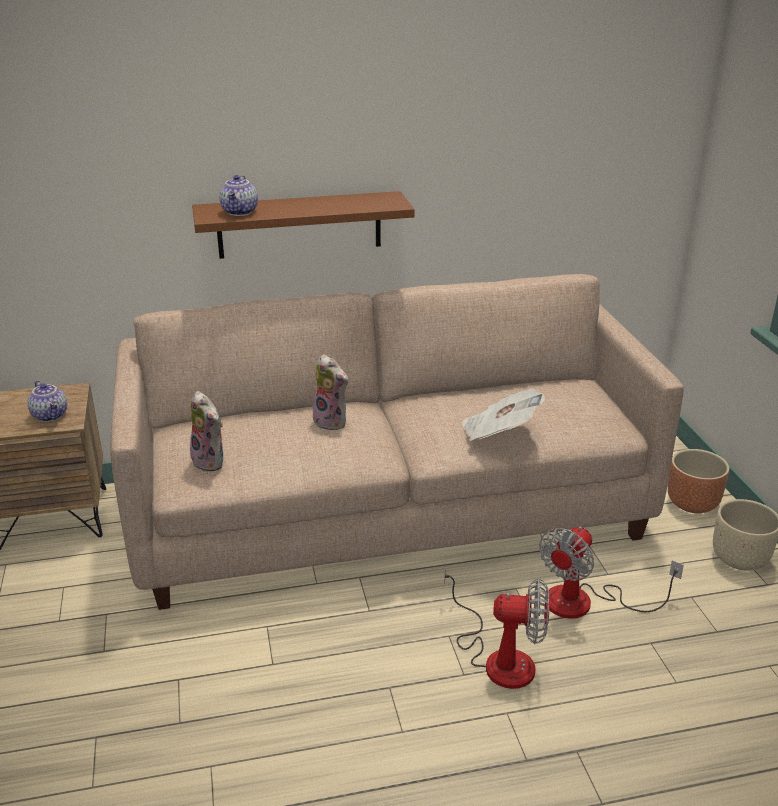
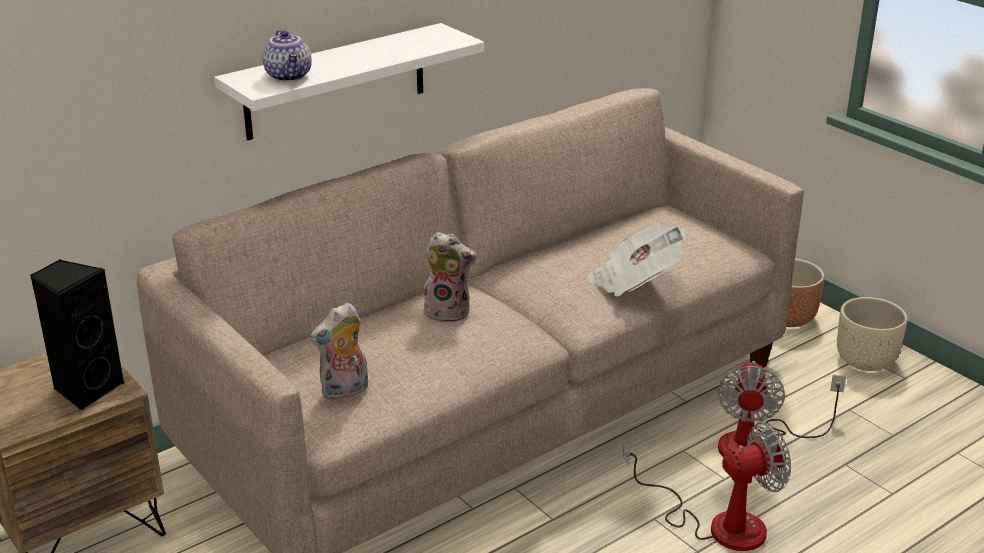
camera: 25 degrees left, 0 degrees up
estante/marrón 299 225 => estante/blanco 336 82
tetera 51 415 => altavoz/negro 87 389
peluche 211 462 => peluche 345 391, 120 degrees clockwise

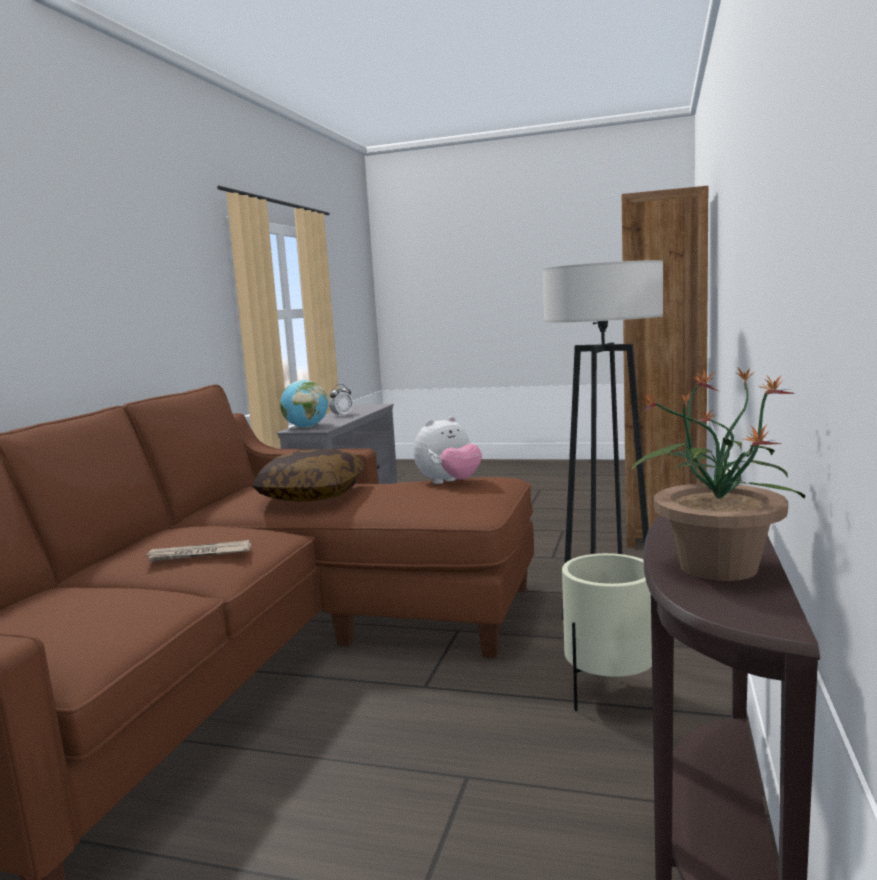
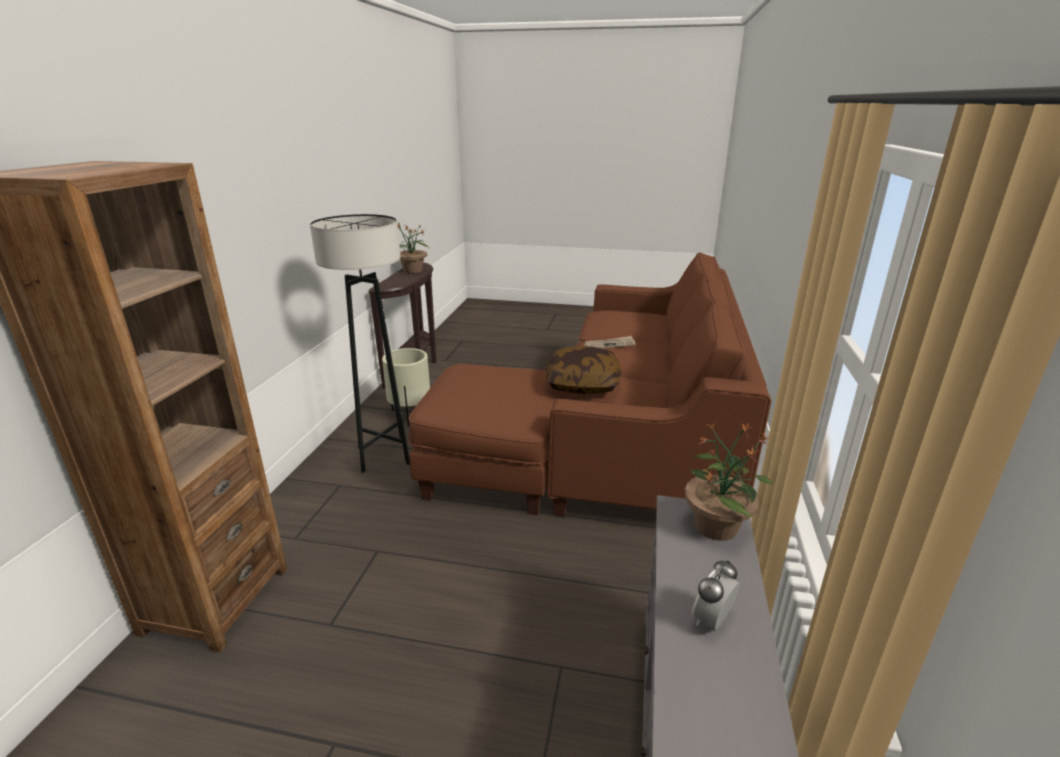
camera: 175 degrees right, 15 degrees up
globo terráqueo 306 427 => planta en maceta 716 526
peluche 449 483 => nothing

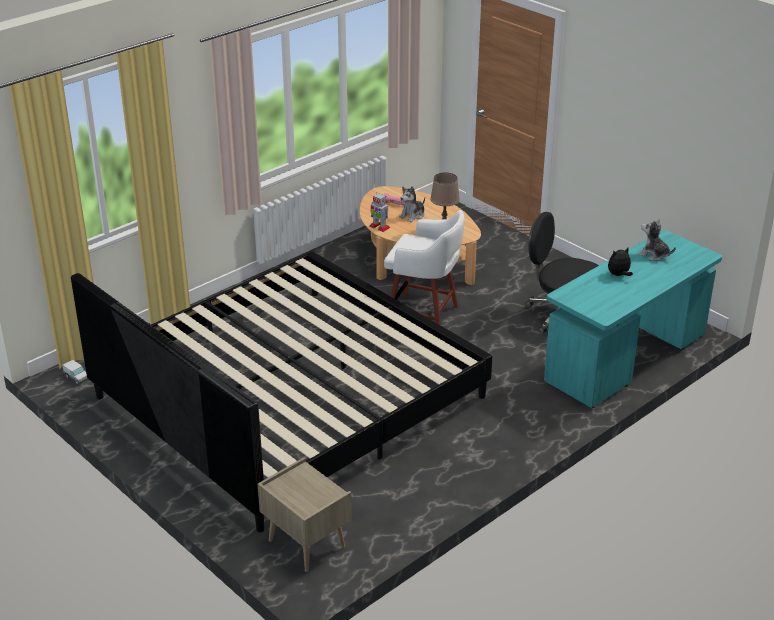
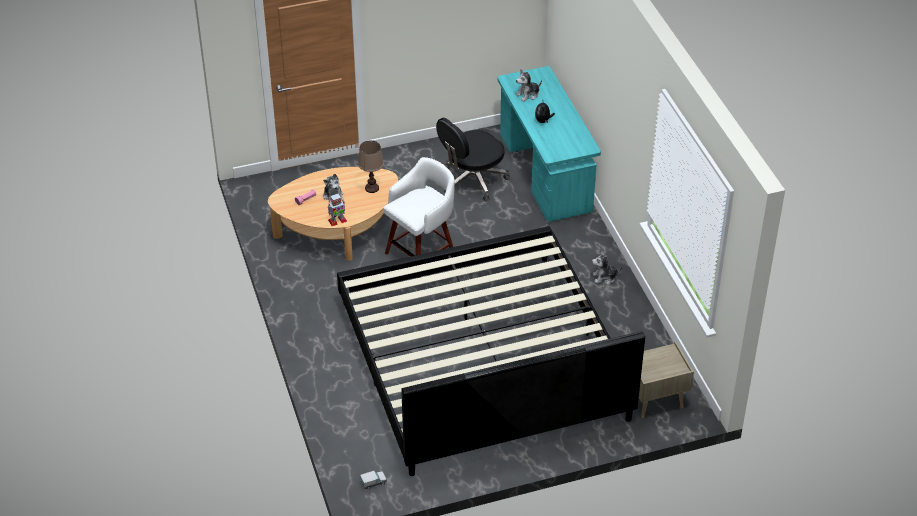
camera: 65 degrees left, 10 degrees up
nothing => peluche 605 277

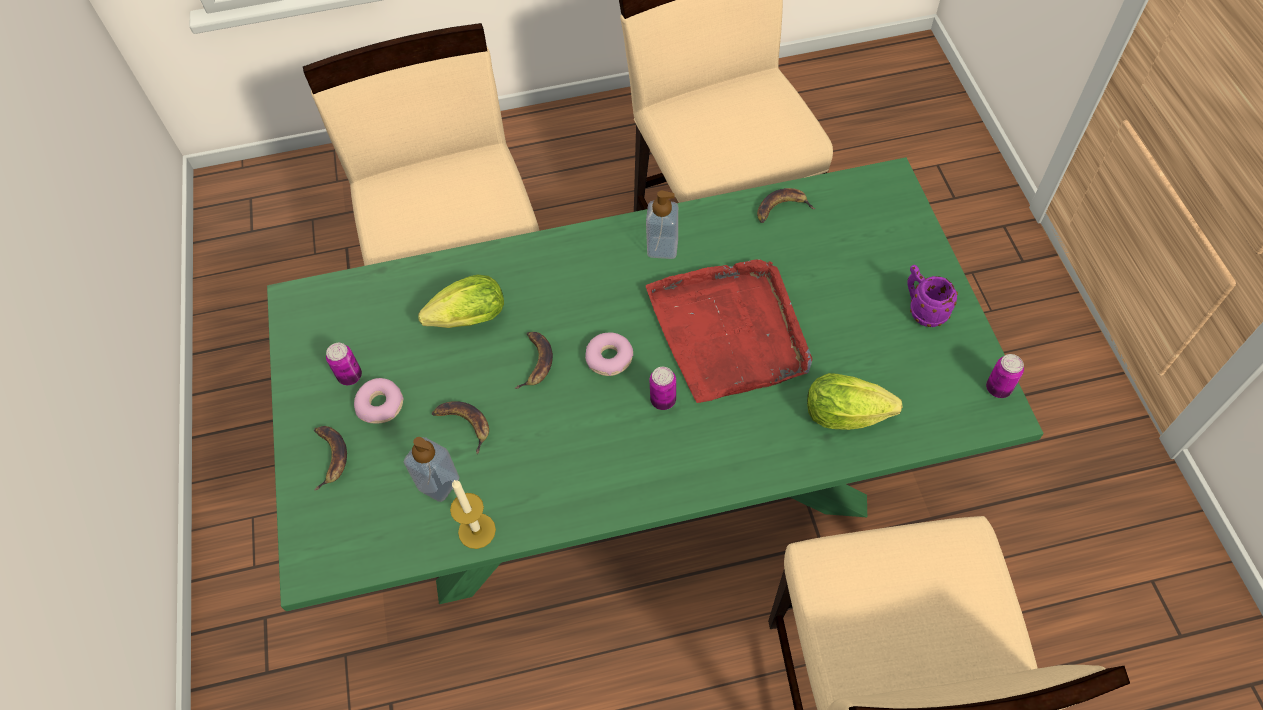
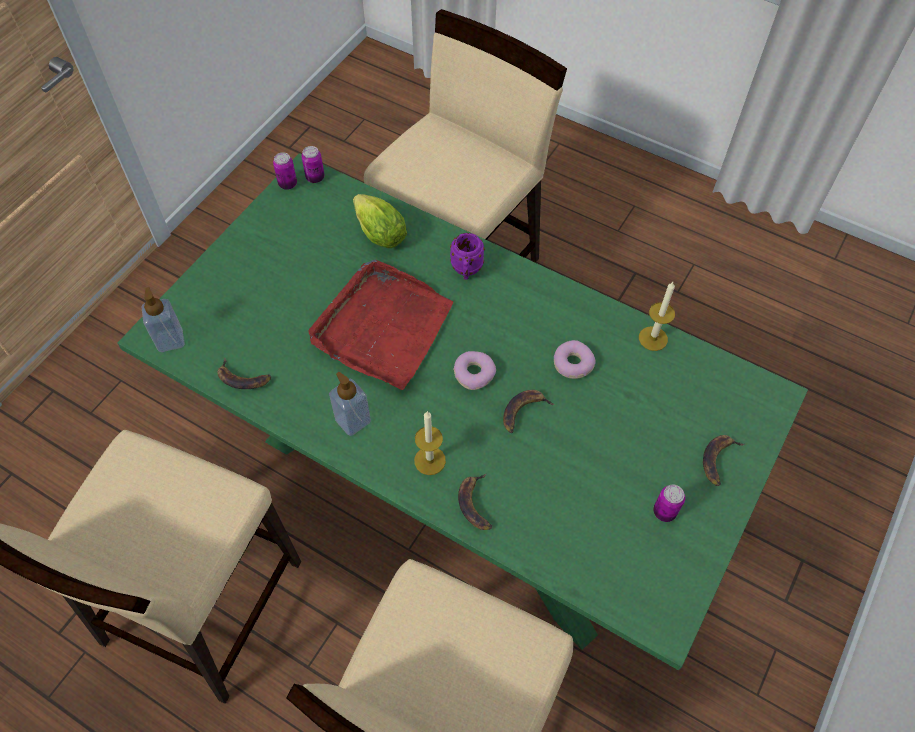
camera: 140 degrees left, 0 degrees up
taza grande/morado 922 310 => taza grande/morado 466 270, shifted
lechuga 465 320 => nothing
lata 663 400 => lata 315 177, shifted
rosquilla 381 405 => rosquilla 572 364, shifted
plátano 463 424 => plátano 476 504, shifted
dispensador de jabón 438 483 => dispensador de jabón 170 340, shifted
nothing => vela 429 460

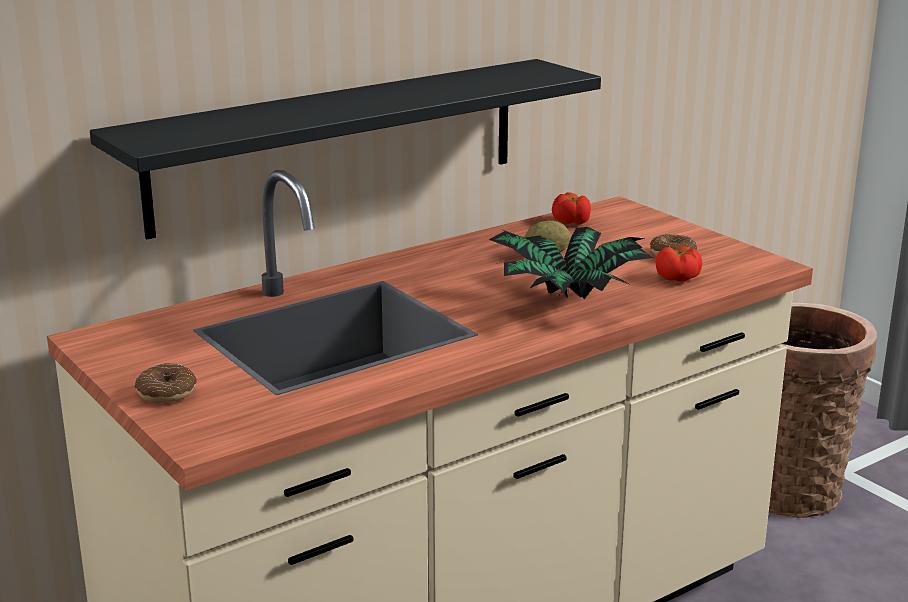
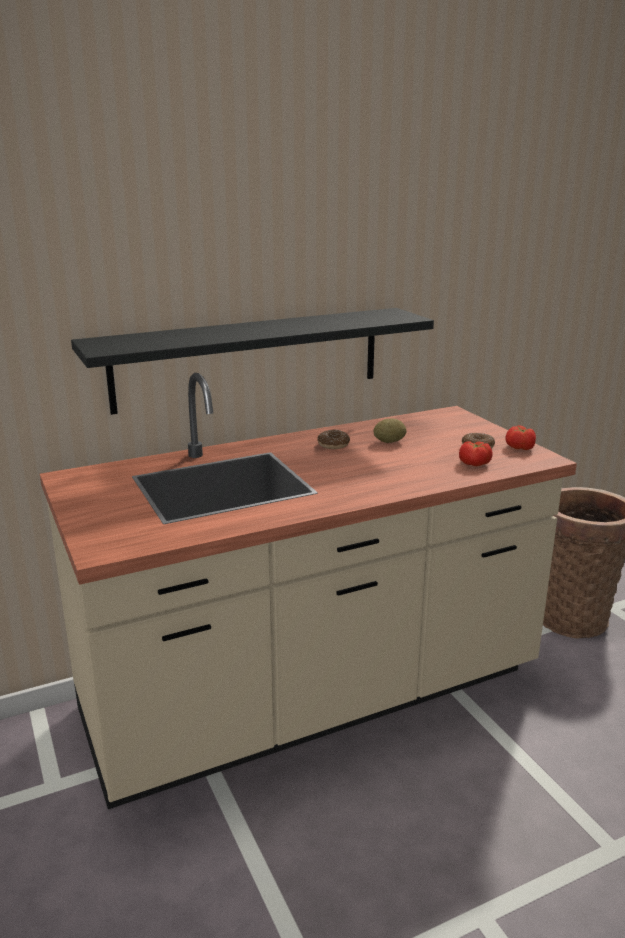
camera: 10 degrees right, 0 degrees up
tomate 570 222 => tomate 519 448, shifted
planta en maceta 565 300 => nothing
rosquilla 166 393 => rosquilla 333 445, shifted

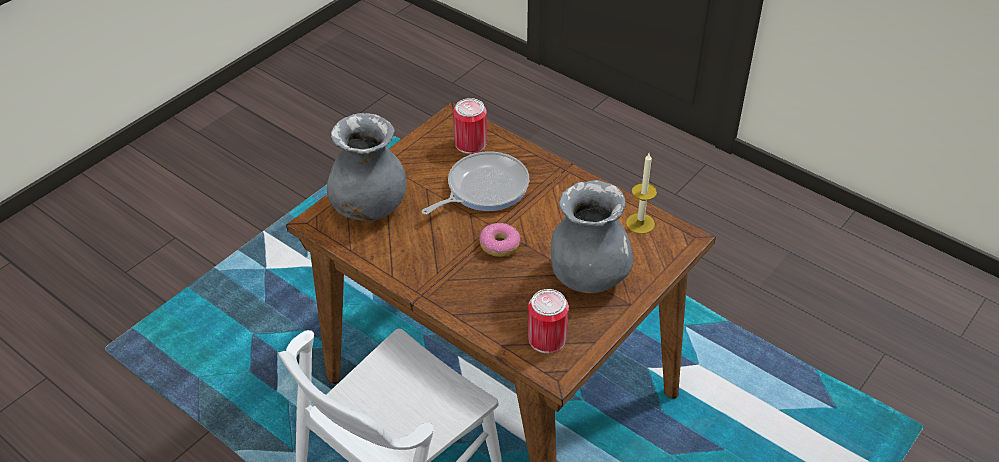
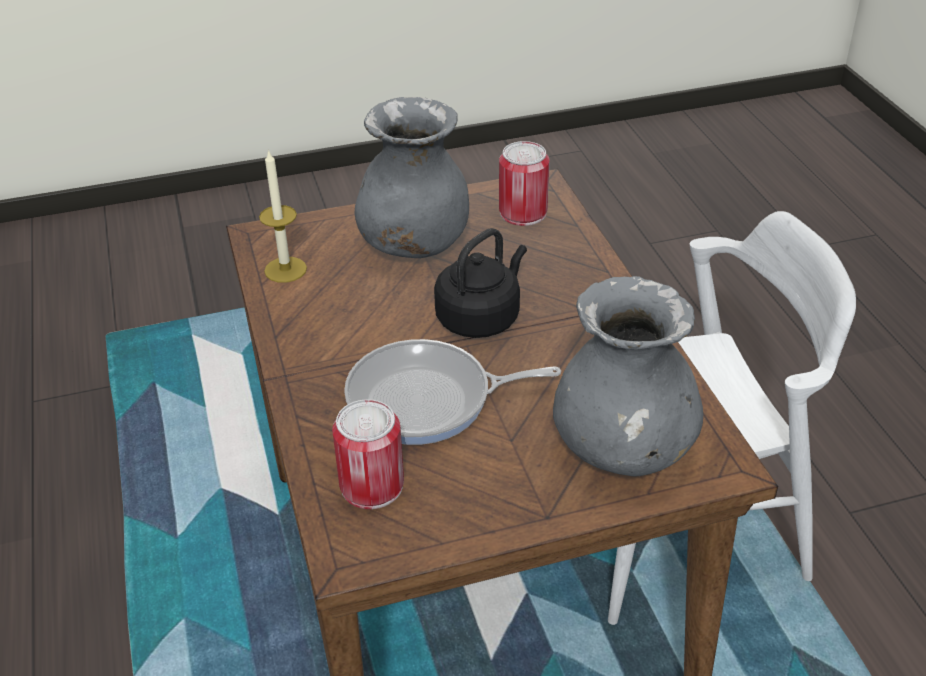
camera: 145 degrees left, 5 degrees down
rosquilla 500 245 => hervidor/negro 481 317

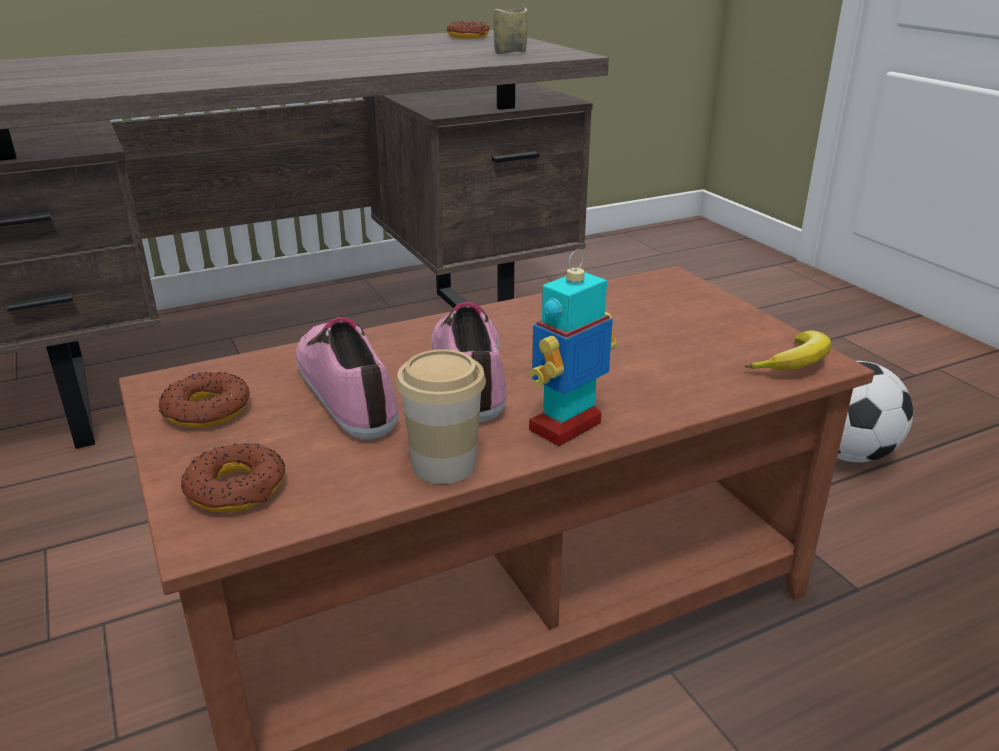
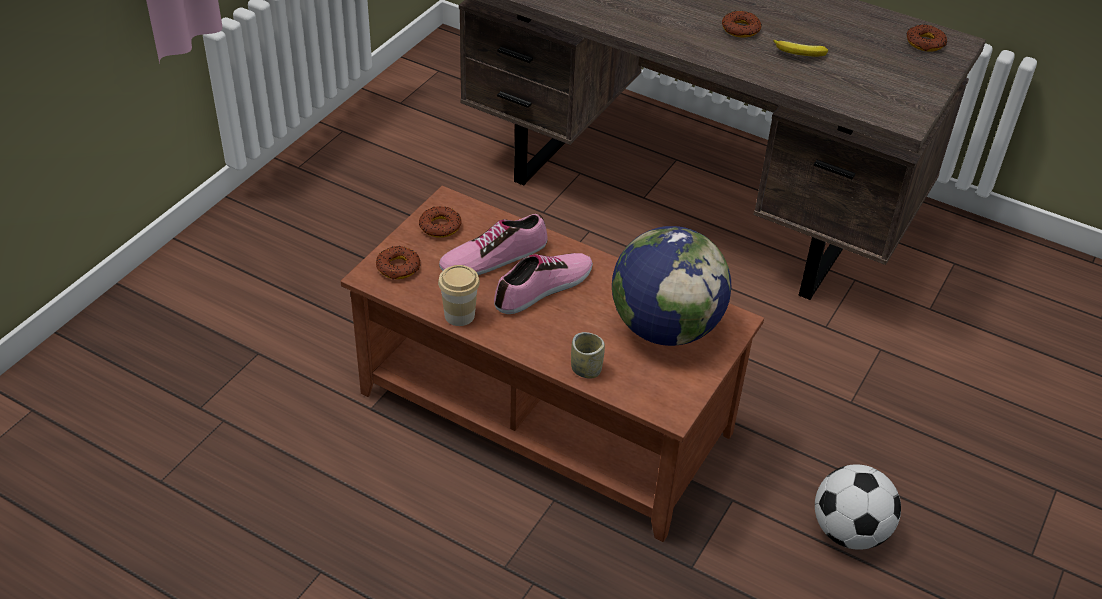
camera: 55 degrees right, 15 degrees up
taza 510 53 => taza 586 369, shifted
robot de juguete 566 428 => nothing
zapato 348 388 => zapato 493 257, 150 degrees counterclockwise
plátano 794 363 => plátano 799 54, shifted
nothing => rosquilla 740 29
nothing => globo terráqueo 665 328

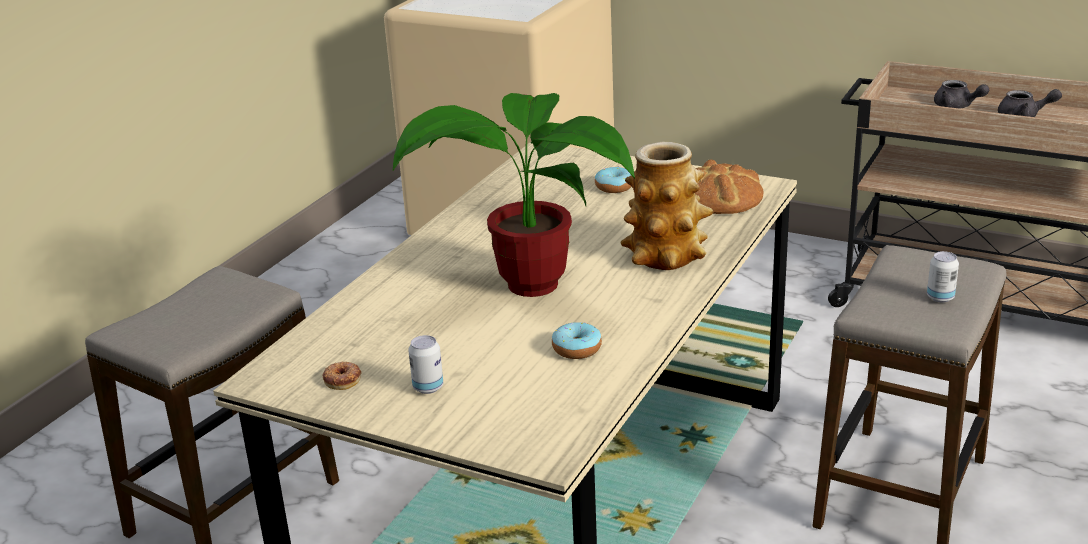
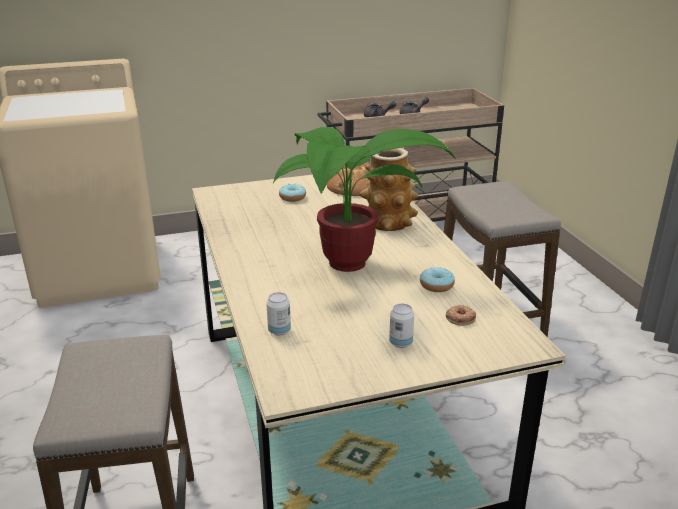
camera: 45 degrees left, 0 degrees up
lata 940 297 => lata 279 330, shifted
rosquilla 342 379 => rosquilla 460 318, shifted

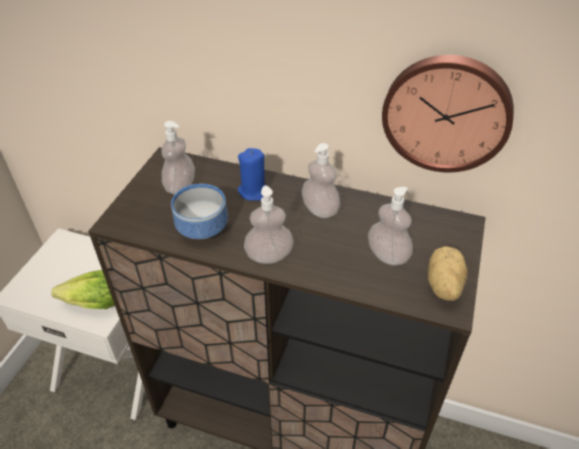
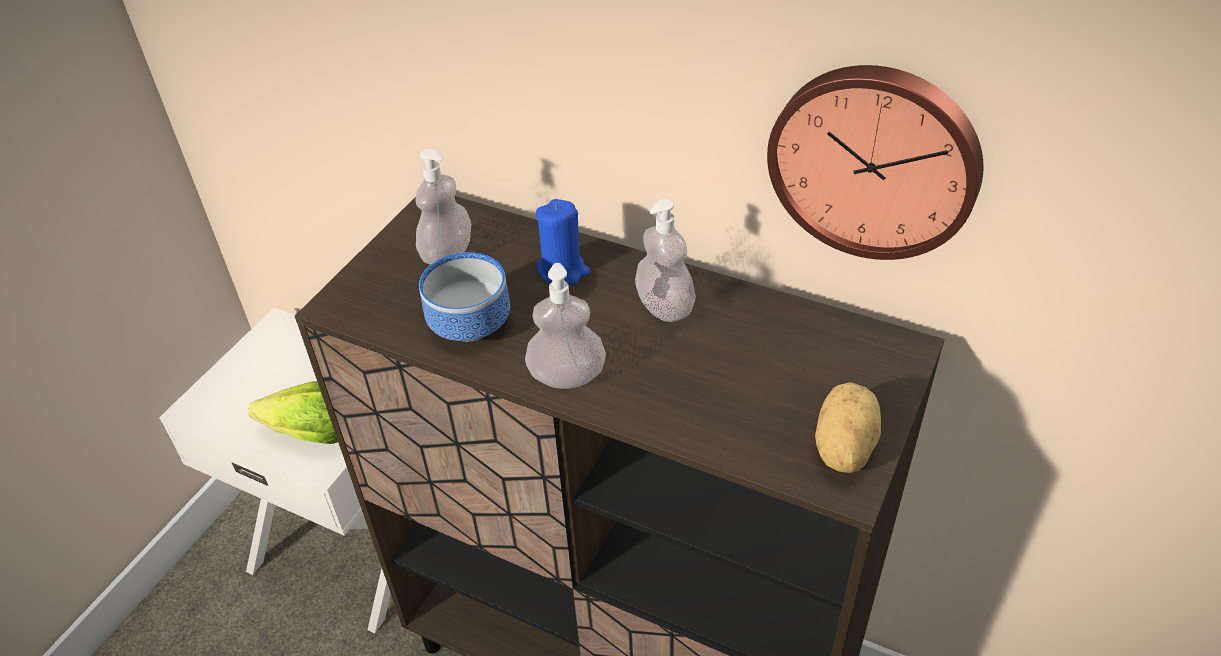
camera: 10 degrees right, 0 degrees up
dispensador de jabón 387 255 => nothing

